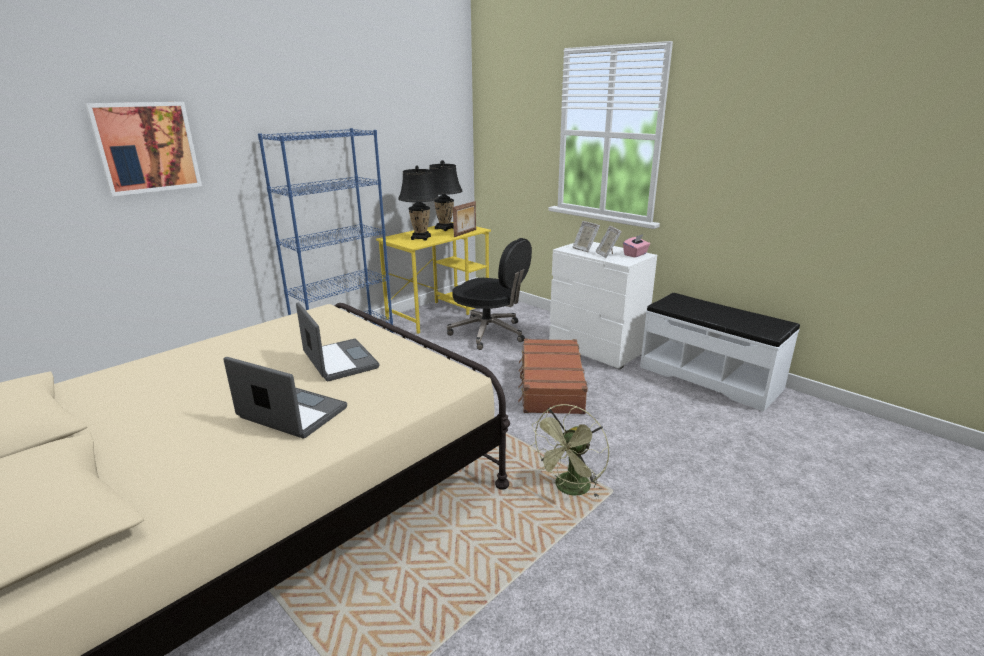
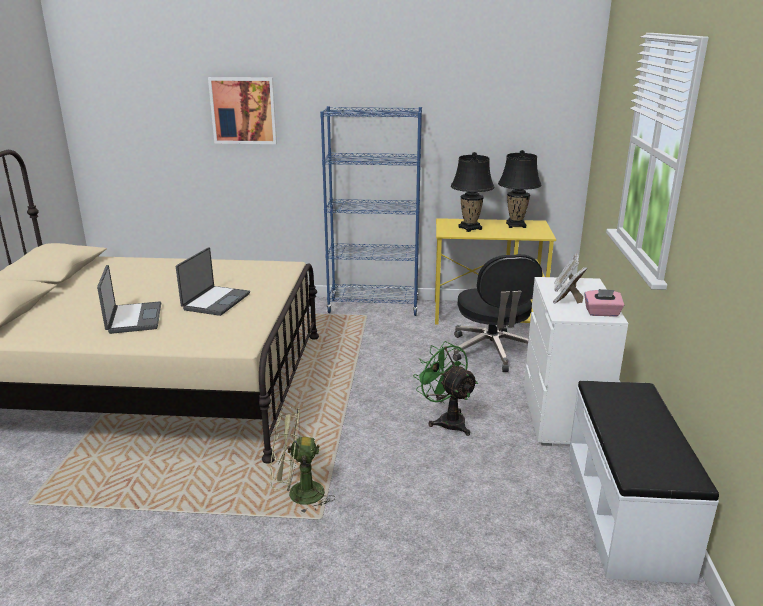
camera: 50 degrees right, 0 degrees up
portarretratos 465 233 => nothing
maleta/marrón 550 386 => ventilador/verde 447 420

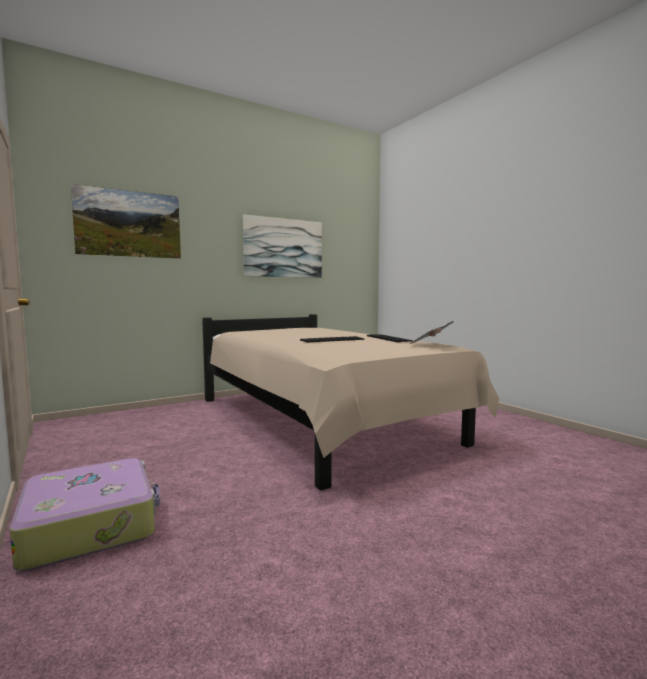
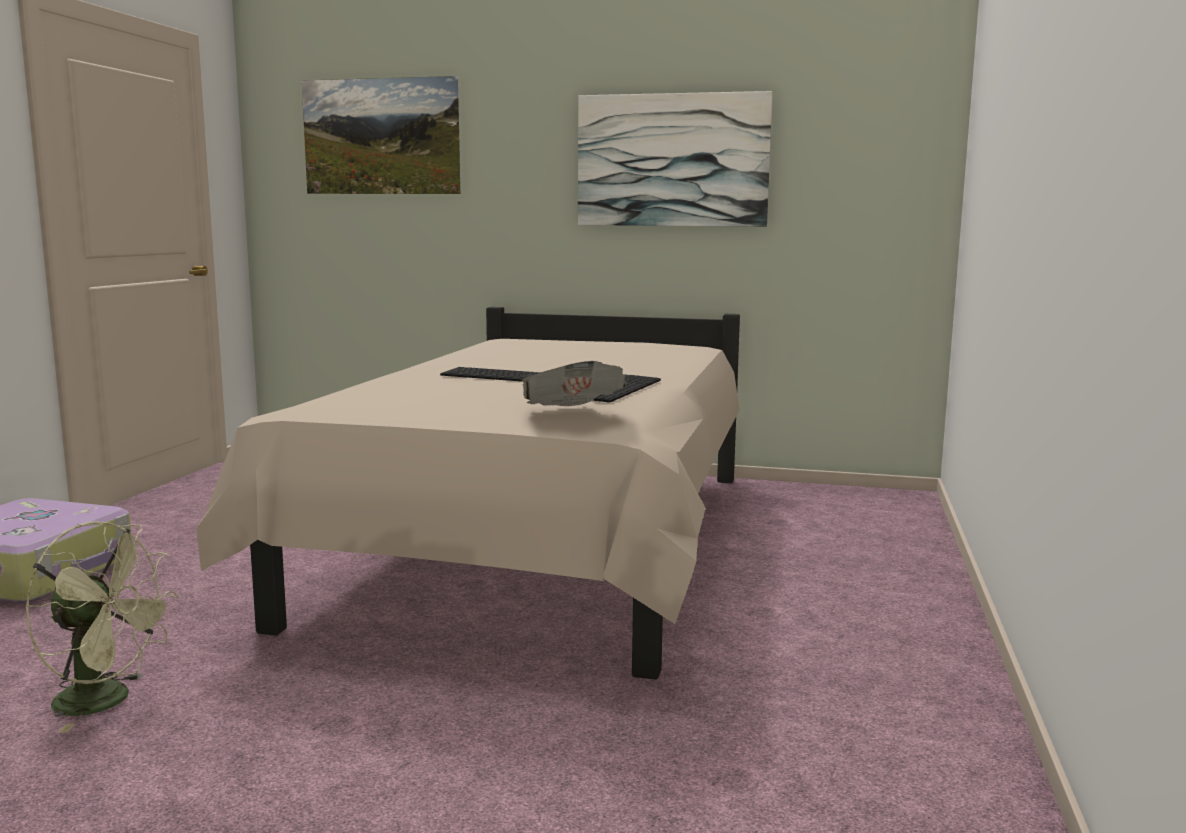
camera: 45 degrees right, 5 degrees up
nothing => ventilador/verde 107 701

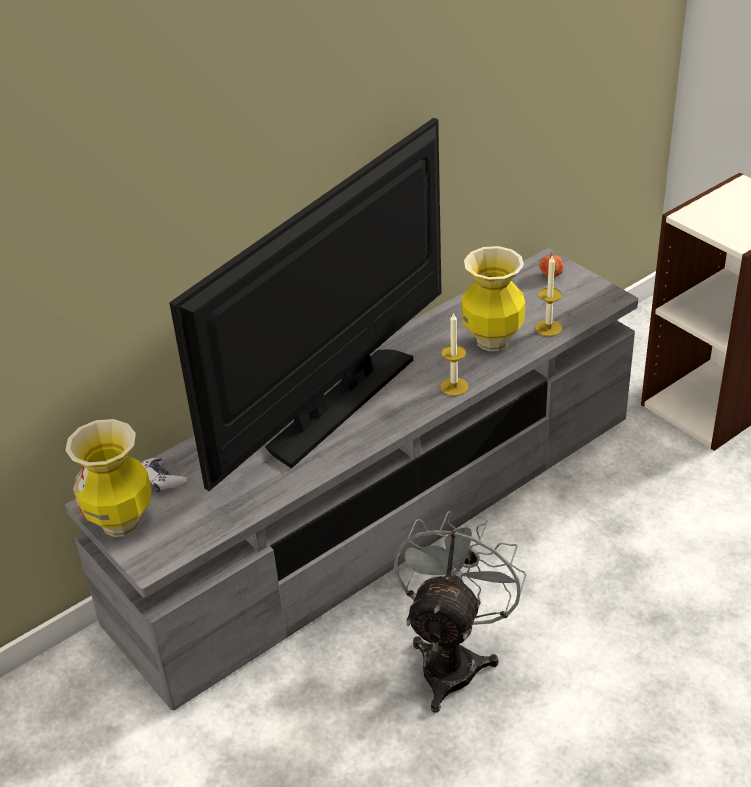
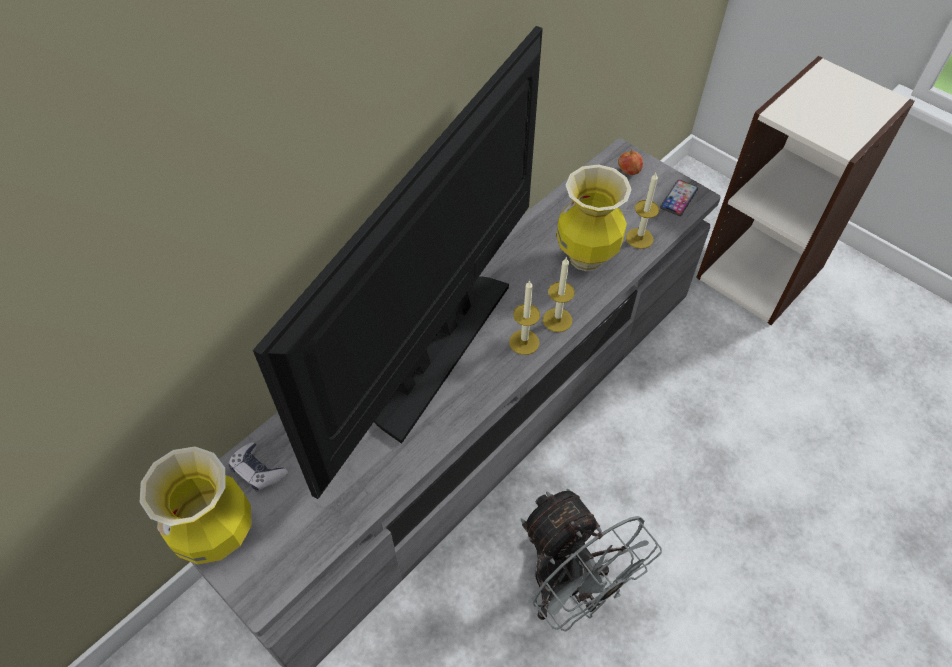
camera: 10 degrees left, 15 degrees up
ventilador/gris 453 659 => ventilador/gris 569 588, 135 degrees clockwise
nothing => móvil 678 198
nothing => vela 524 342

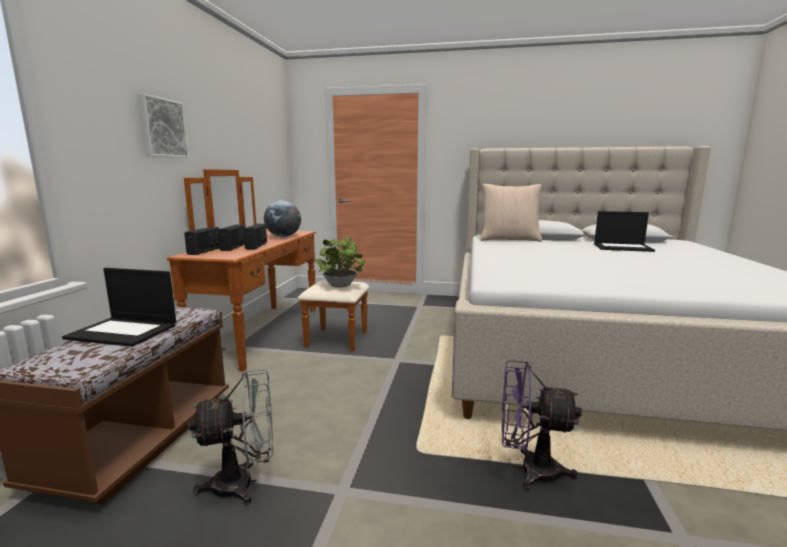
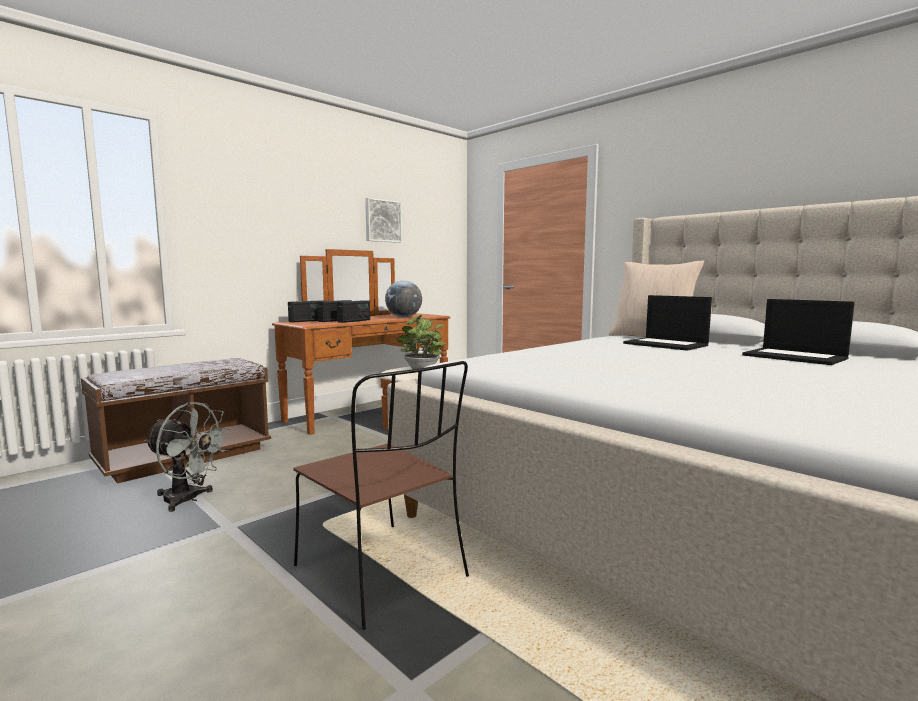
camera: 35 degrees right, 5 degrees down
cuadro 162 128 => cuadro 382 221, shifted
portátil 124 331 => portátil 666 344, shifted
ventilador/morado 529 470 => silla/marrón 383 573

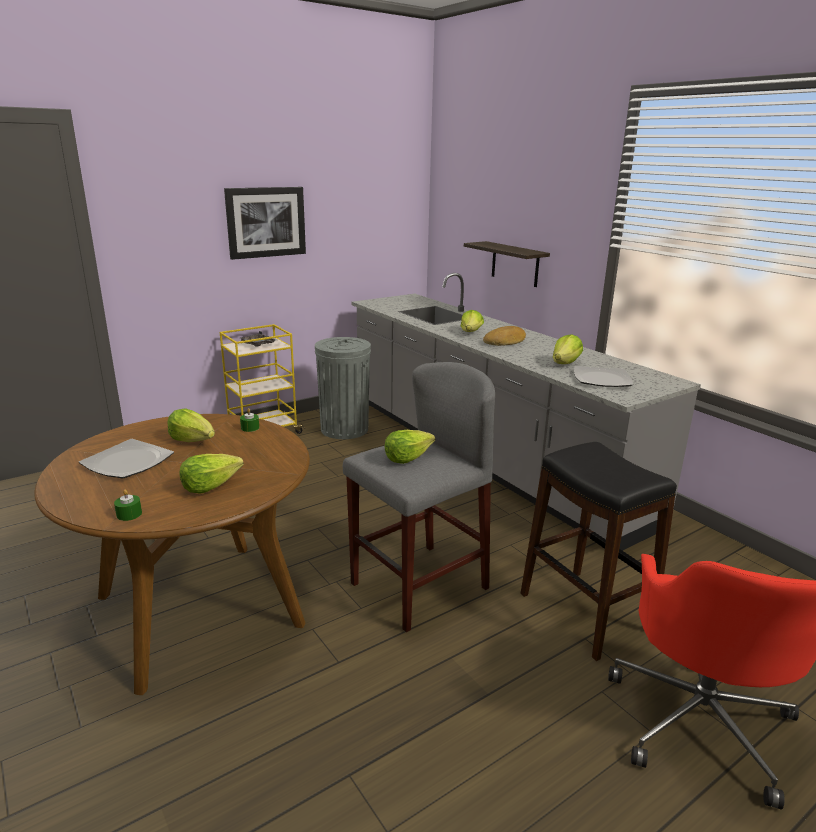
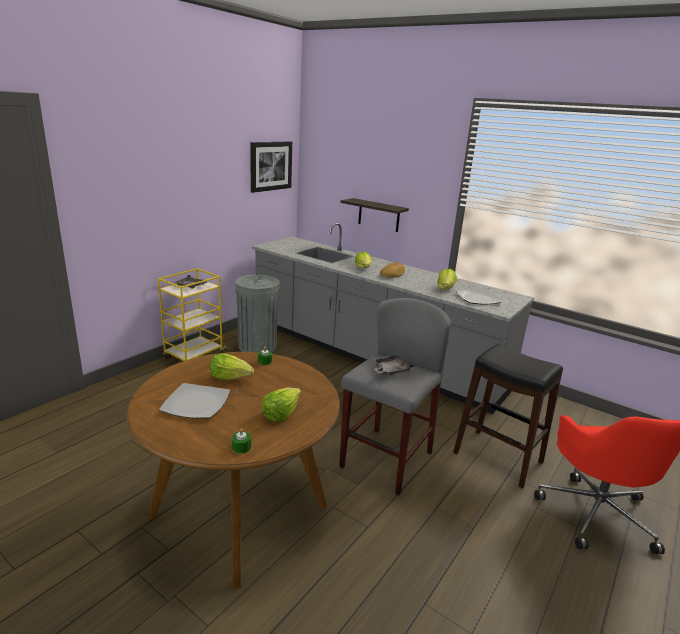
camera: 20 degrees left, 0 degrees up
cuadro 266 222 => cuadro 270 166, shifted
lechuga 407 457 => bandeja/gris 390 370

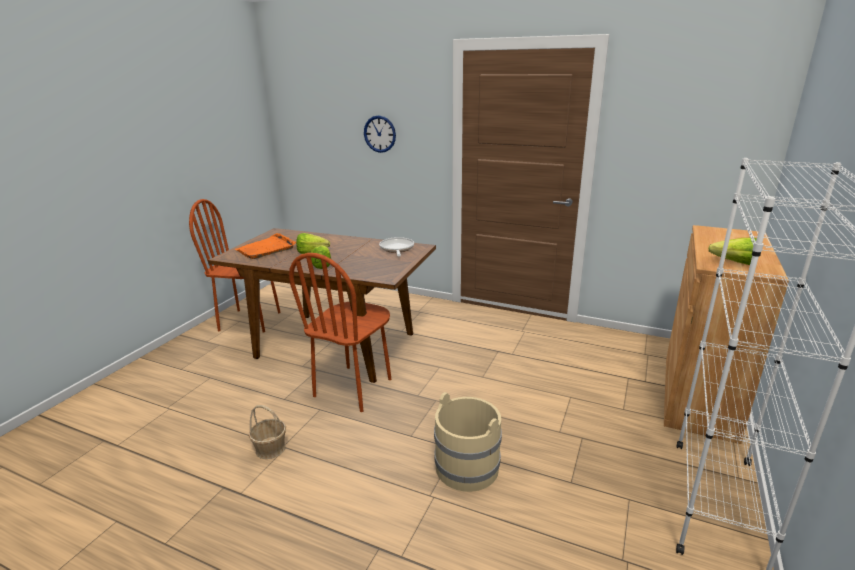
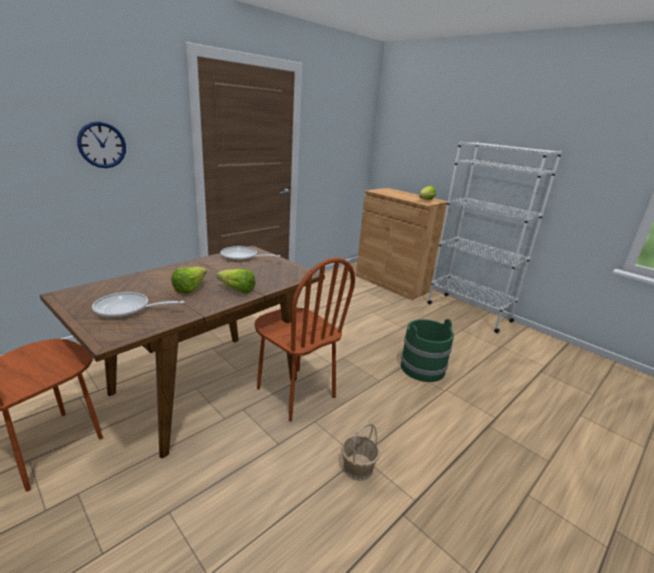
camera: 70 degrees left, 0 degrees up
bandeja/naranja 266 249 => sartén 127 310
cubo/beis 467 467 => cubo/verde 422 368

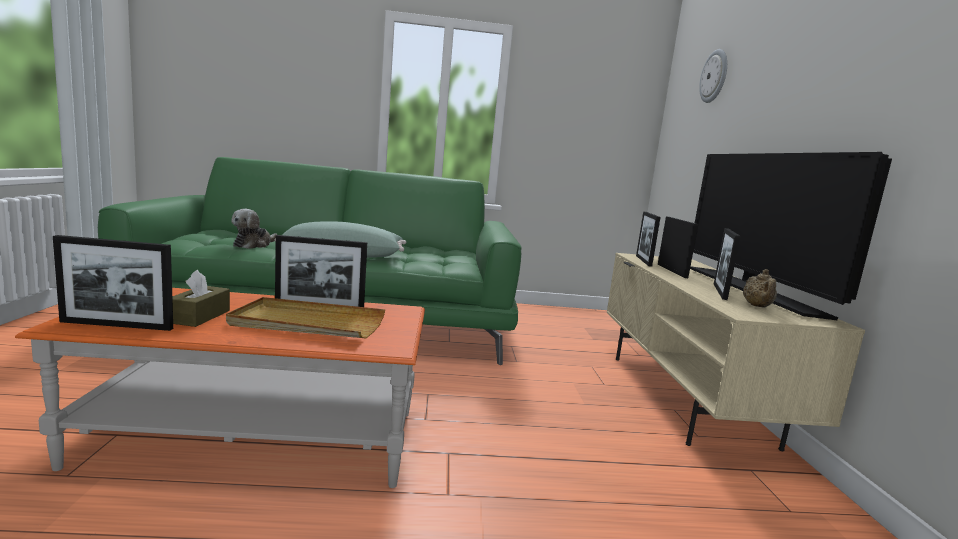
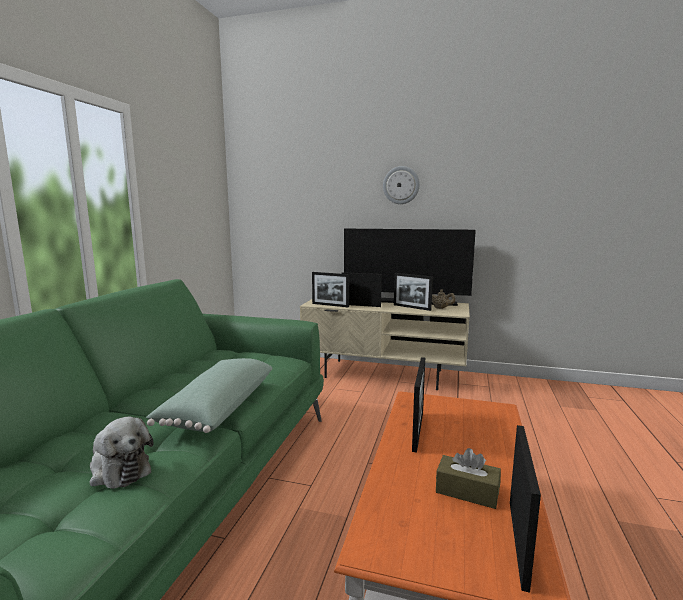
camera: 70 degrees left, 0 degrees up
reloj de pared 714 76 => reloj de pared 401 185, shifted
bandeja/beis 308 324 => nothing

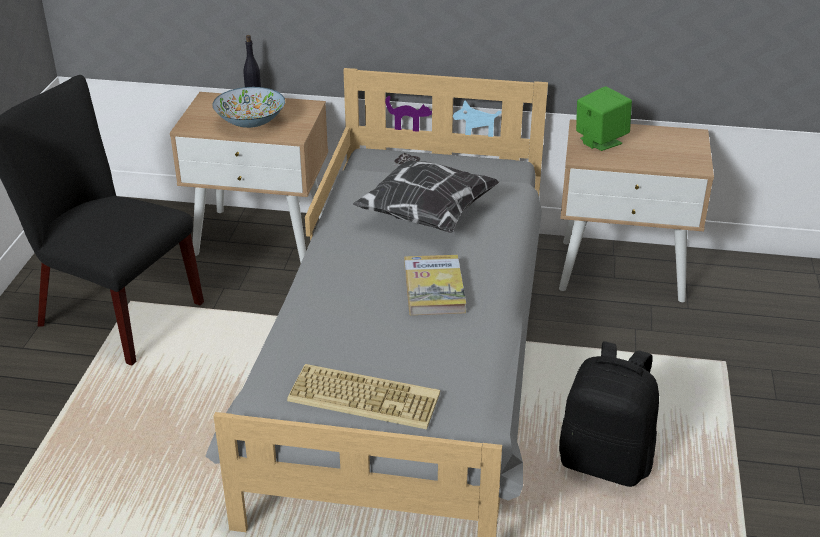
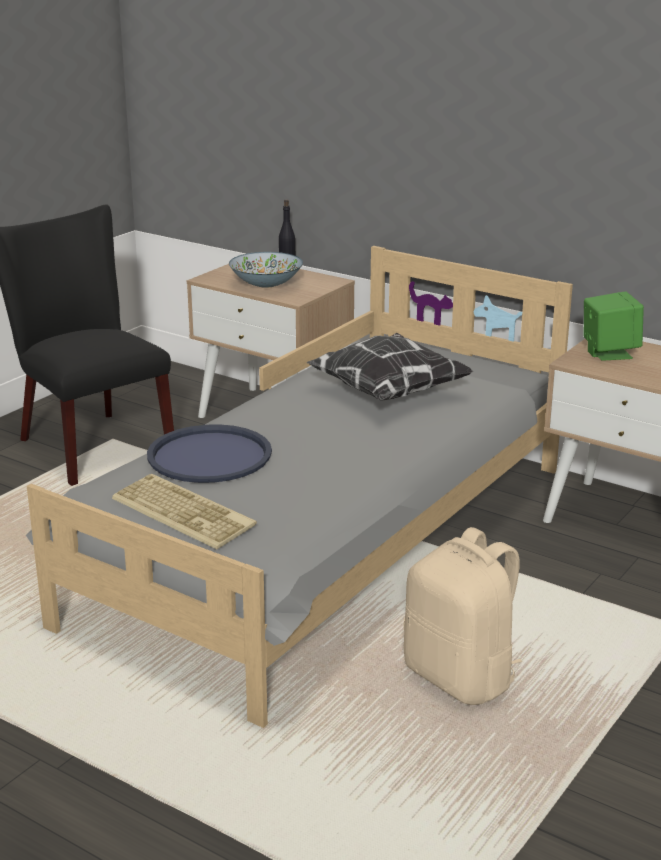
camera: 25 degrees right, 10 degrees down
libro 434 288 => nothing
mochila/negro 605 461 => mochila/beis 461 677
nothing => bandeja/azul 209 455

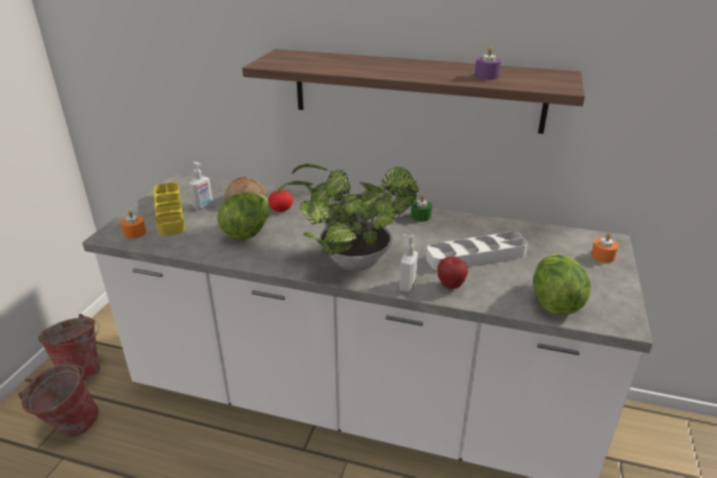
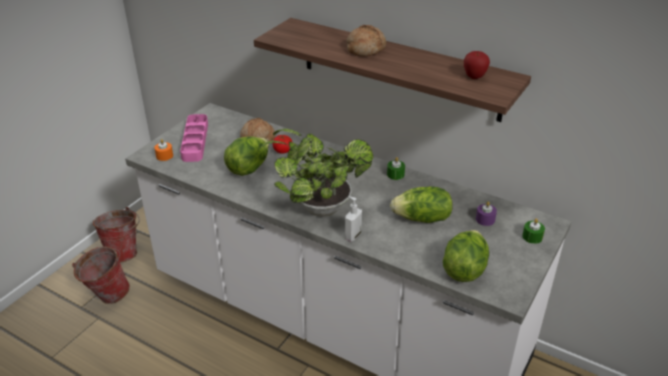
camera: 15 degrees right, 5 degrees up
vela/morado 486 76 => vela/morado 485 219, shifted
dispensador de jabón 203 206 => nothing
bandeja/amarillo 169 212 => bandeja/rosa 195 141
bandeja/blanco 476 256 => lechuga 422 219
vela/naranja 602 256 => vela/verde 532 237
manzana 450 285 => manzana 474 77, shifted
nothing => pan 365 49

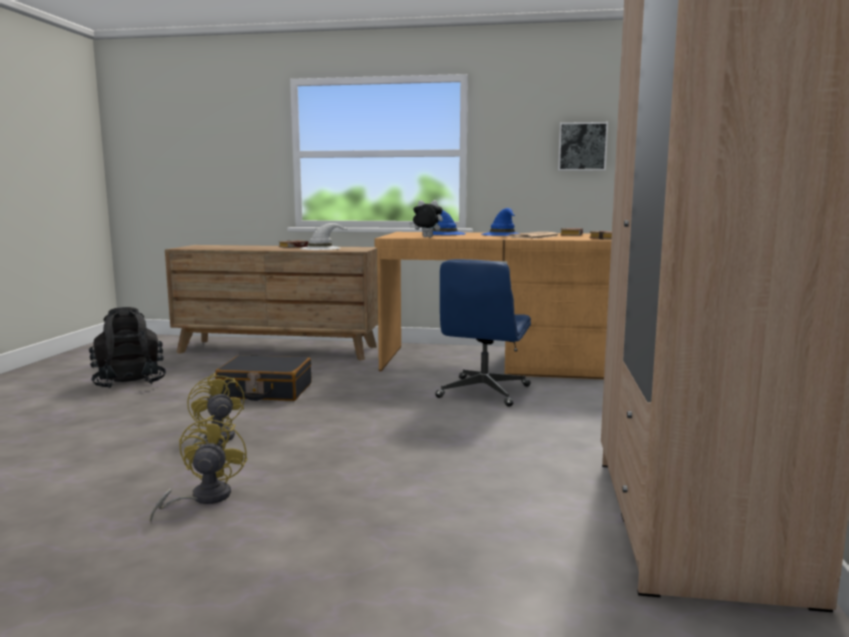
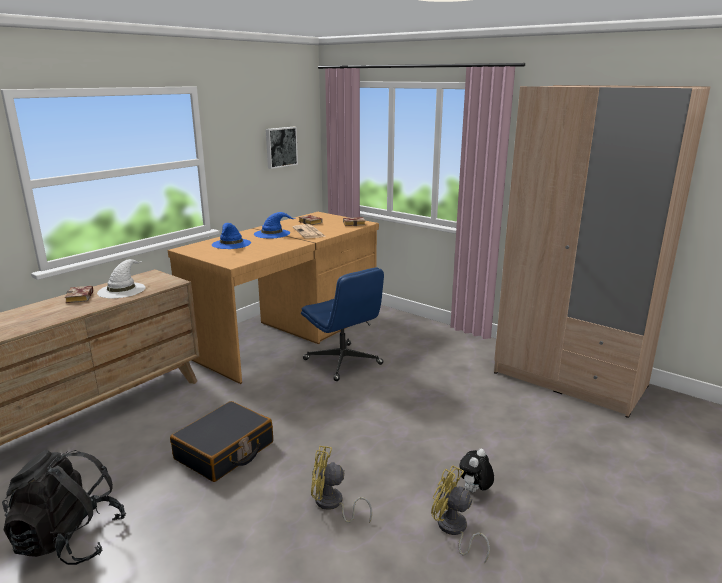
camera: 60 degrees left, 10 degrees up
peluche 426 237 => peluche 474 491, shifted

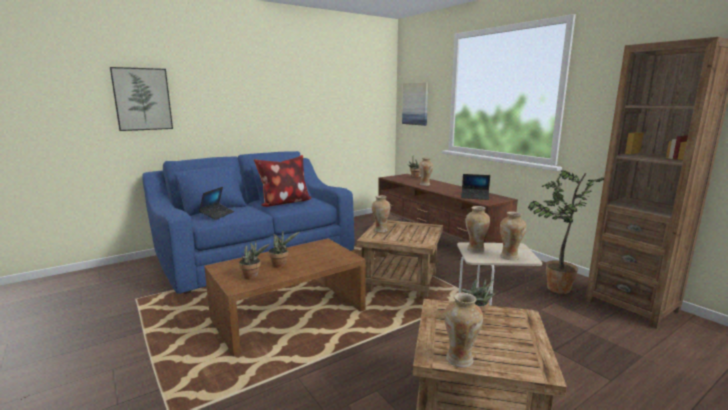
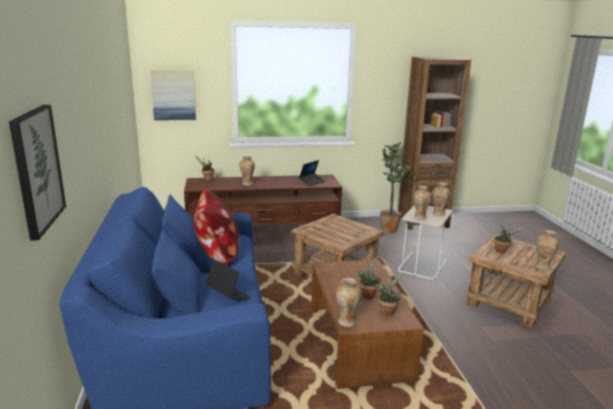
camera: 65 degrees left, 5 degrees up
florero 380 230 => florero 346 322, shifted

